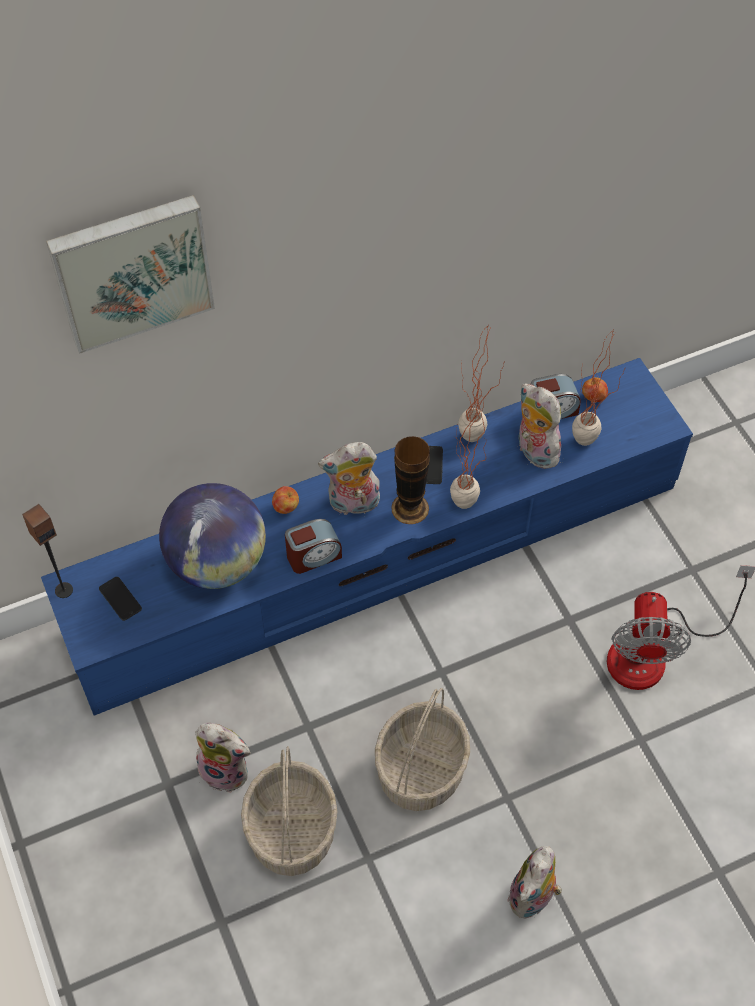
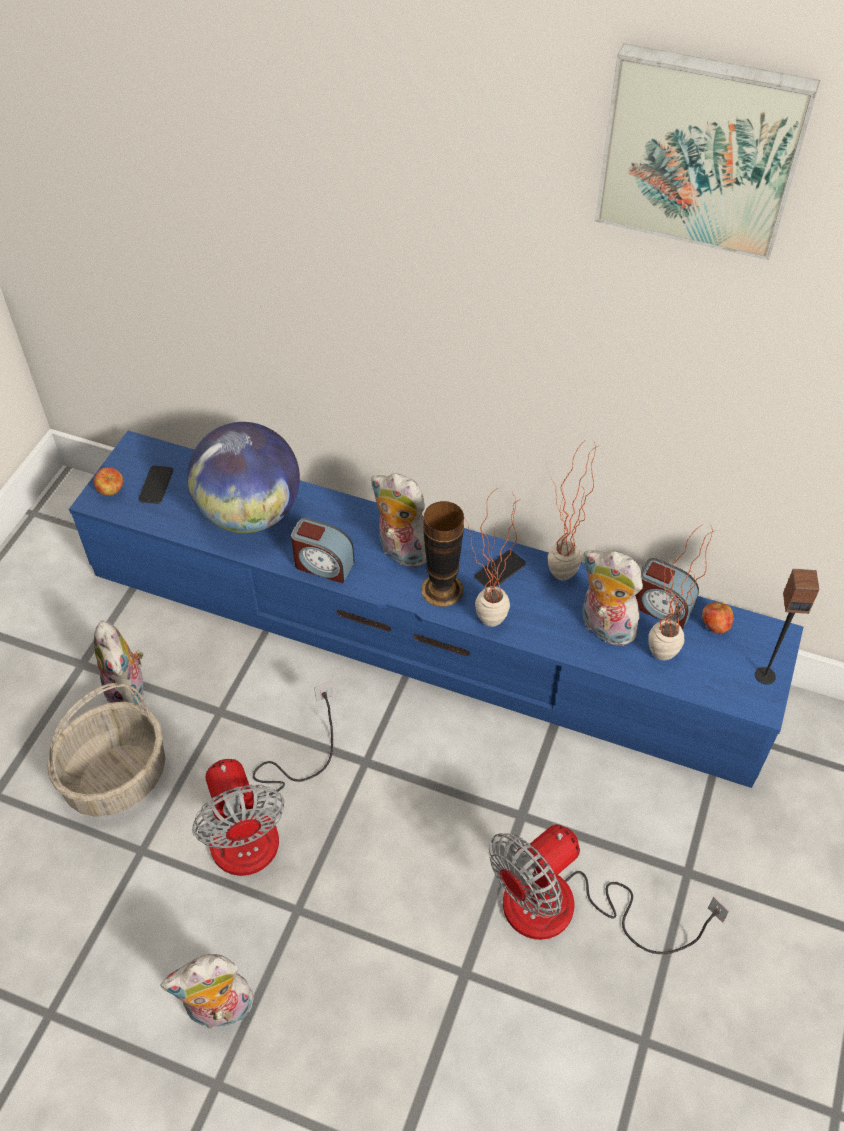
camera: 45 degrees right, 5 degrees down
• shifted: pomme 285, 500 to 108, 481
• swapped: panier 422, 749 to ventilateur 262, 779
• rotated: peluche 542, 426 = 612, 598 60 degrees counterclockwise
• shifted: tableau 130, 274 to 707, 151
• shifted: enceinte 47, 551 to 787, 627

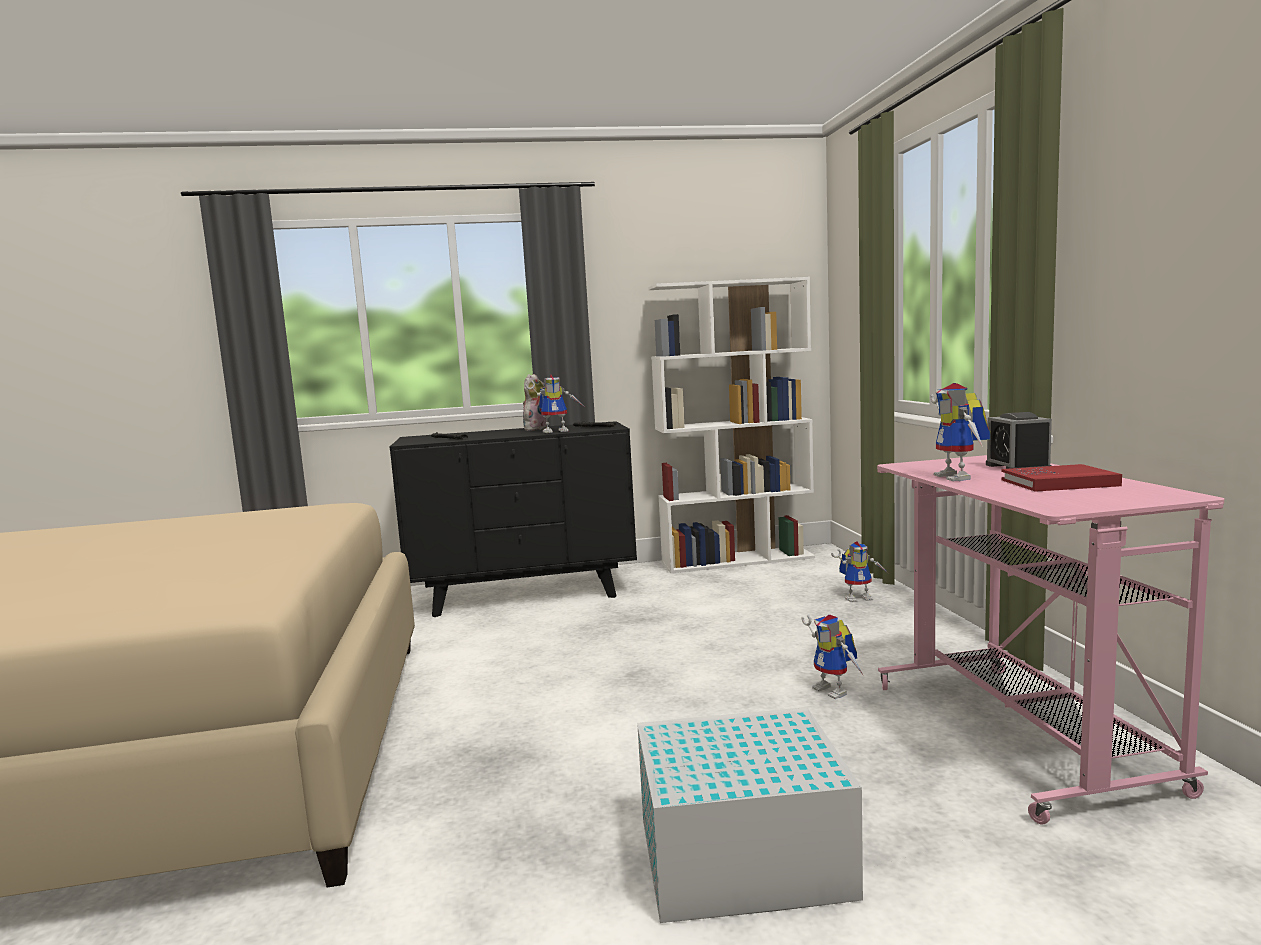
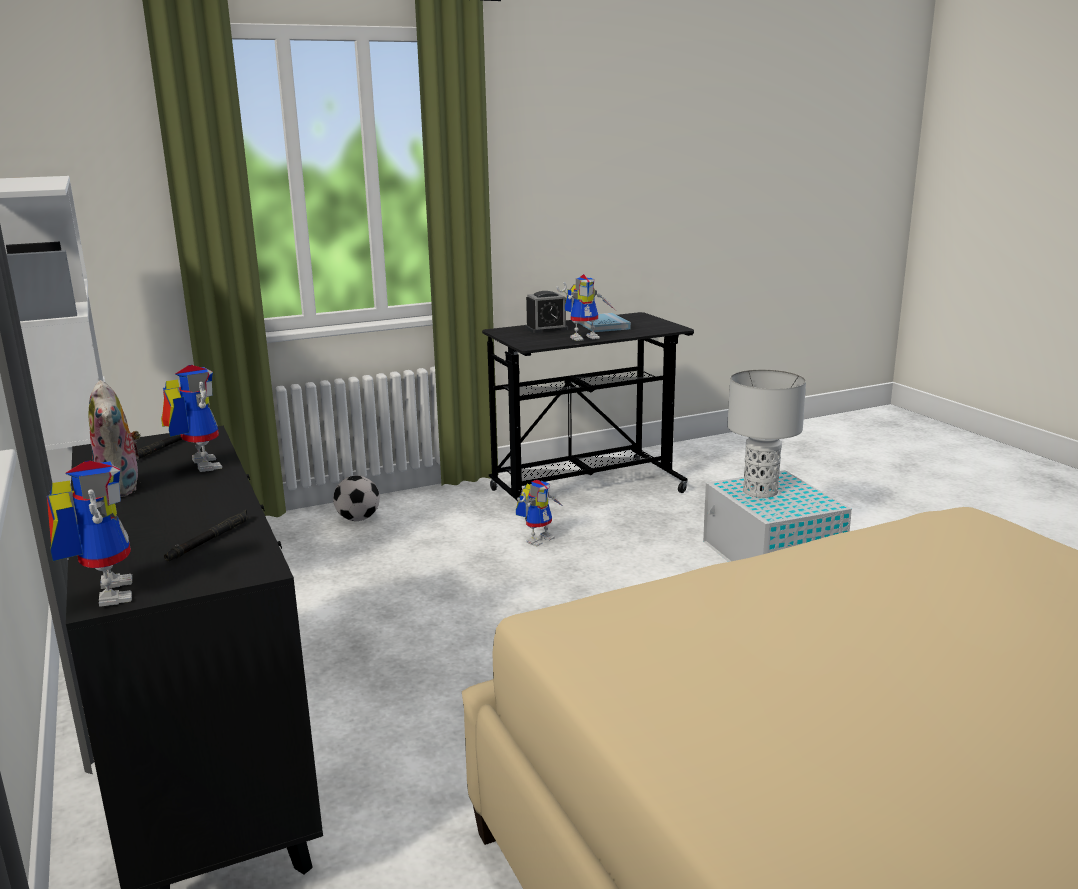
camera: 105 degrees left, 10 degrees up
• shifted: robot jouet 859, 571 to 89, 534
• rotated: peluche 535, 402 = 114, 438 135 degrees counterclockwise
• new: ballon de foot 356, 498
• repainted: bureau (rose) 1050, 639 to bureau (noir) 588, 415
• repainted: livre (rouge) 1061, 478 to livre (bleu) 605, 322
• new: lampe de table (blanc) 766, 433

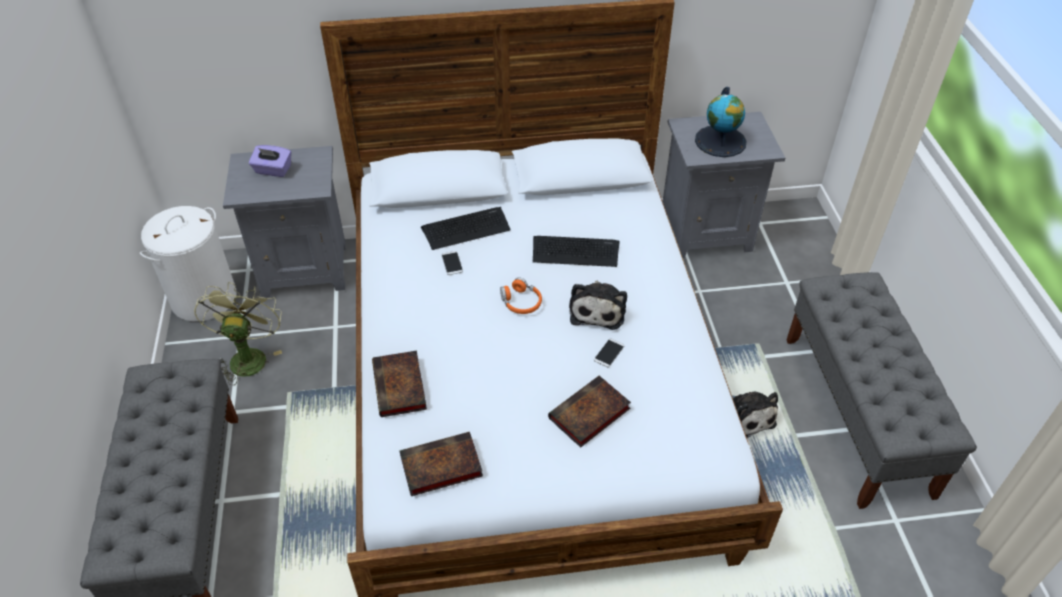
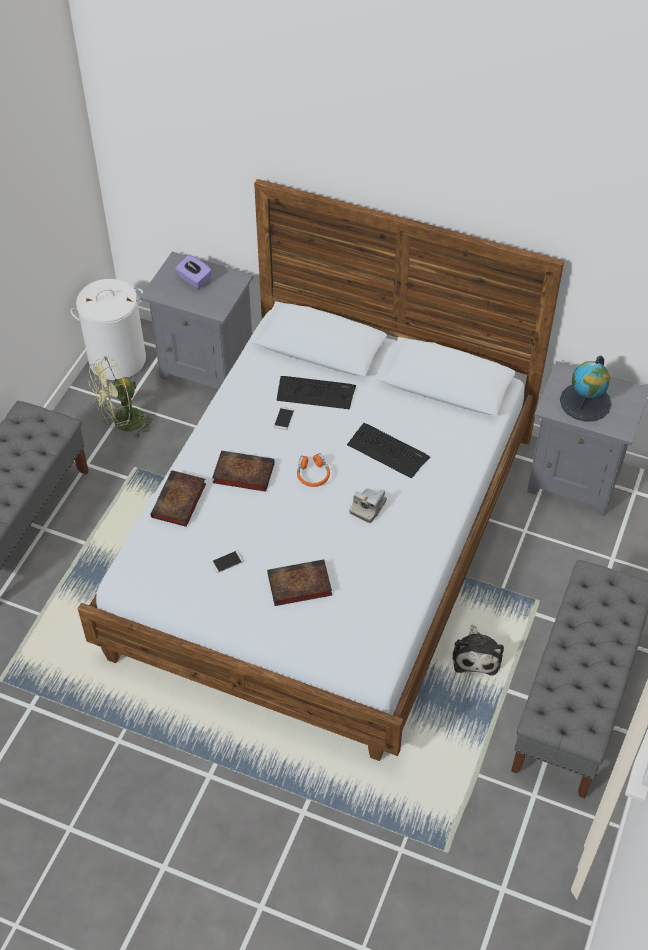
camera: 30 degrees right, 5 degrees up
• rotated: ventilateur (vert) 238, 333 = 122, 397 150 degrees counterclockwise
• shifted: téléphone 609, 353 to 227, 562
• shifted: livre 441, 464 to 243, 471
• swapped: peluche 598, 305 to appareil photo 368, 505

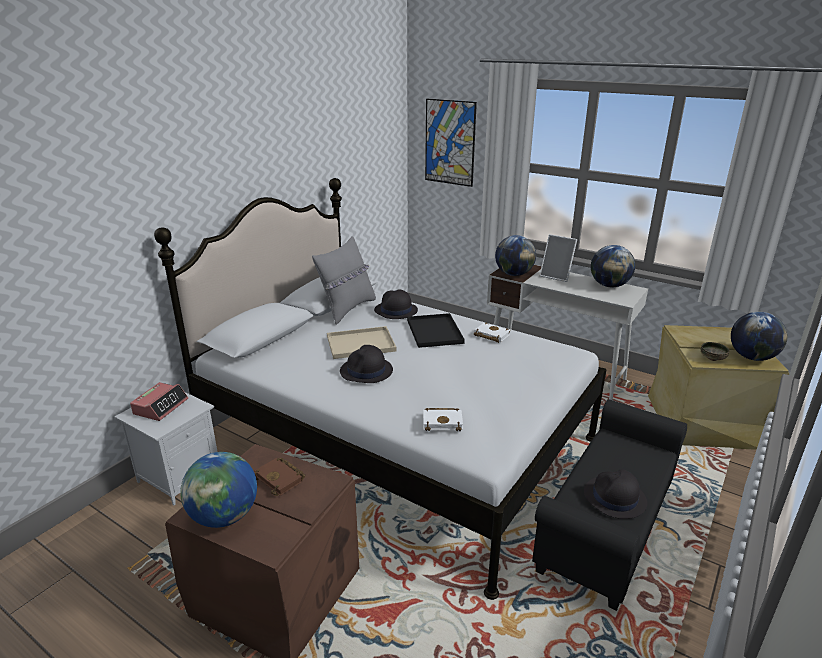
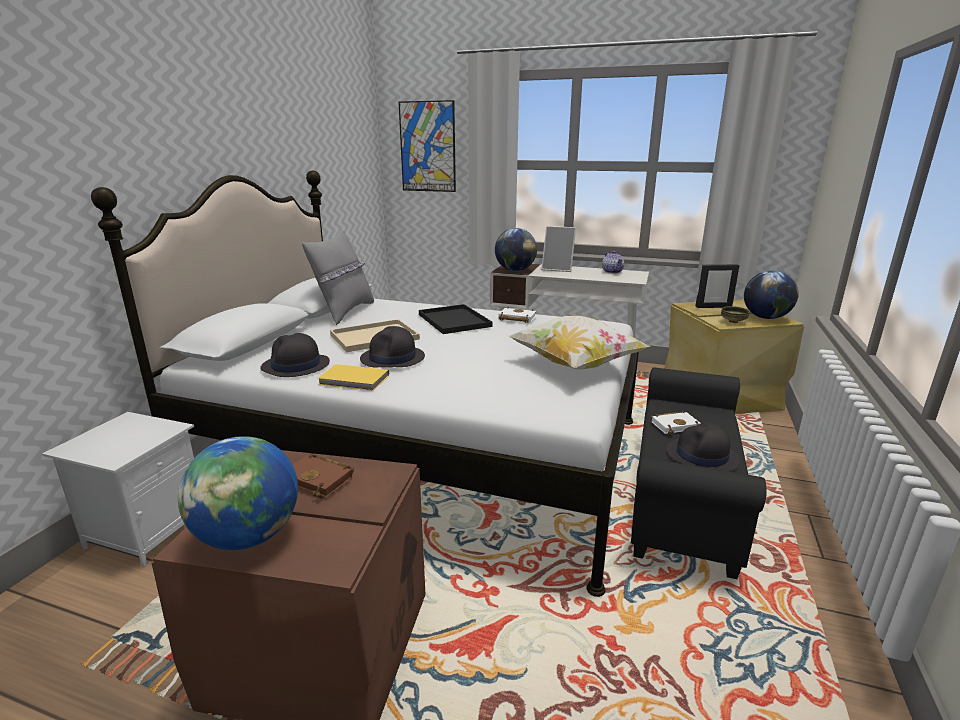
camera: 15 degrees left, 5 degrees down
• shifted: chapeau (noir) 396, 304 to 295, 355
• new: livre (jaune) 353, 377
• new: coussin 580, 343
• swapped: globe 613, 266 to théière 613, 262
• shifted: livre (blanc) 443, 419 to 676, 423
• new: cadre photo 717, 286
• gone: réveil 159, 401

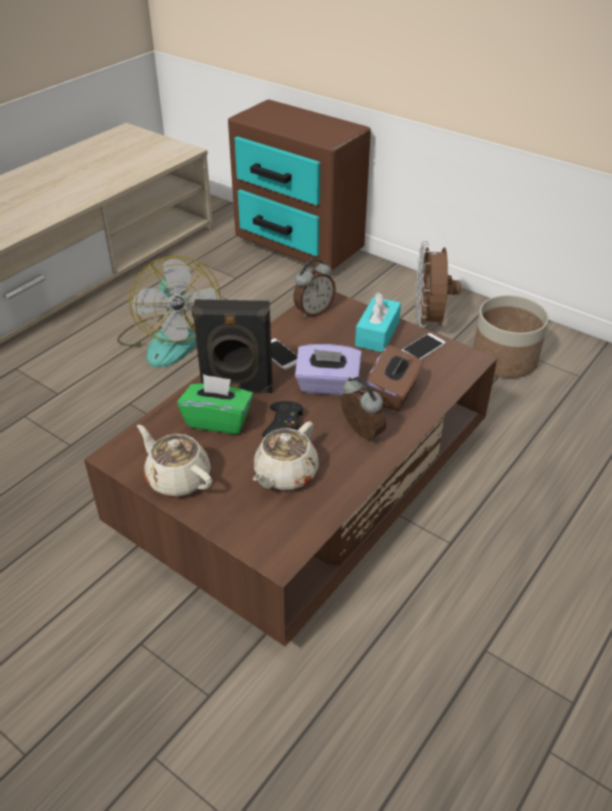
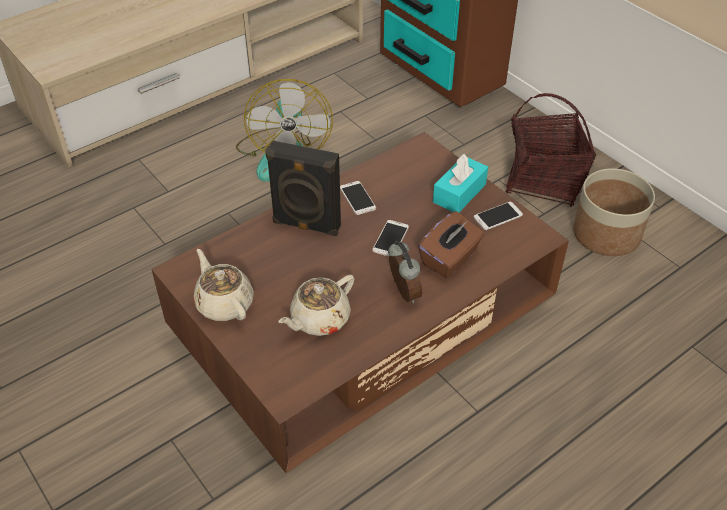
camera: 15 degrees right, 5 degrees up
• swapped: boîte à mouchoirs (violet) 328, 370 to téléphone 390, 238
• swapped: ventilateur (marron) 438, 284 to panier 551, 150
• gone: boîte à mouchoirs (vert) 215, 404
• gone: manette (noir) 282, 419
• gone: réveil 314, 288

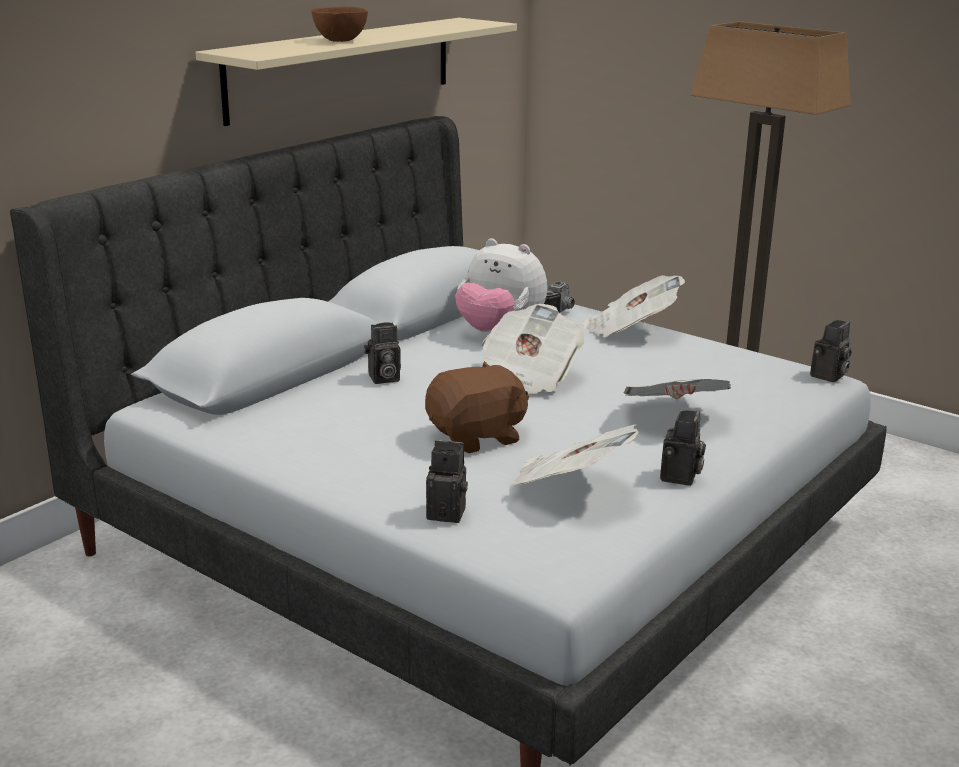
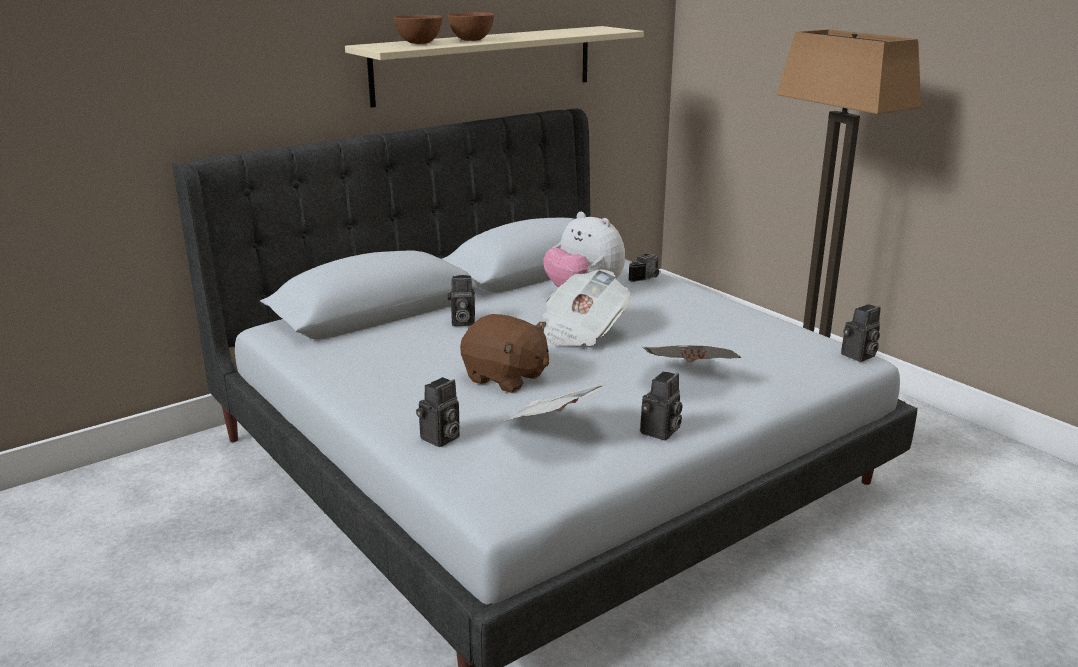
camera: 15 degrees right, 0 degrees up
• new: bol (marron) 417, 29
• rotated: appareil photo 447, 481 = 438, 412 105 degrees clockwise
• rotated: peluche (marron) 477, 407 = 504, 353 45 degrees clockwise
• gone: journal 633, 306

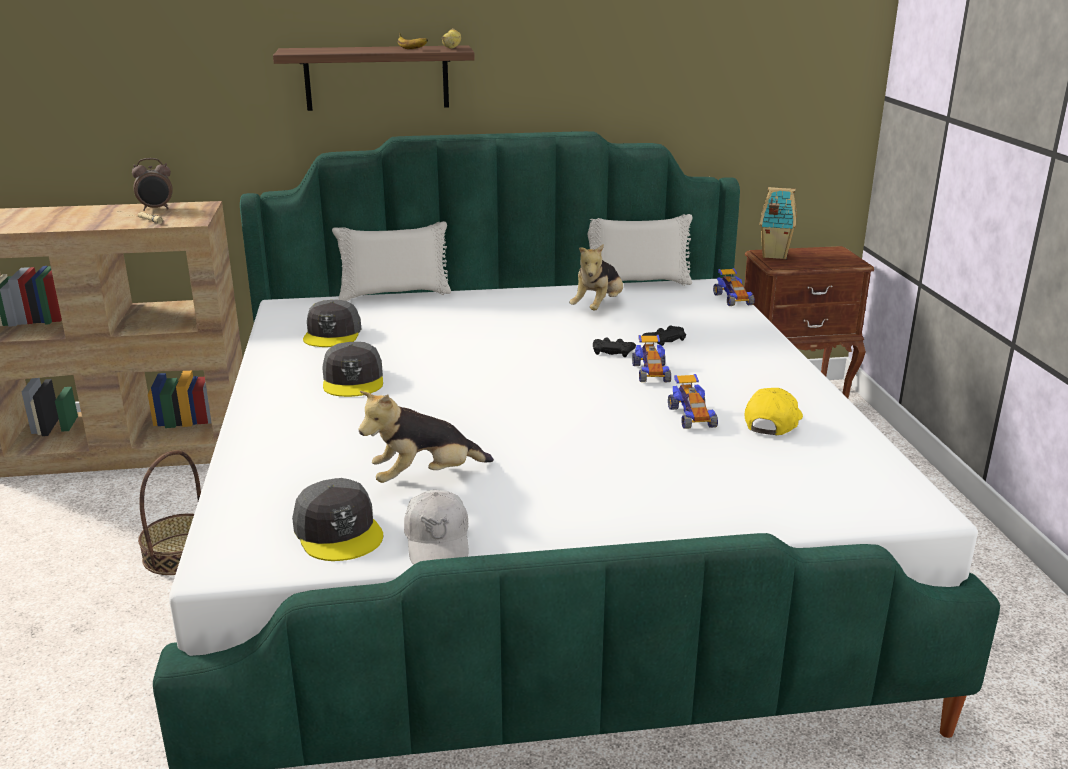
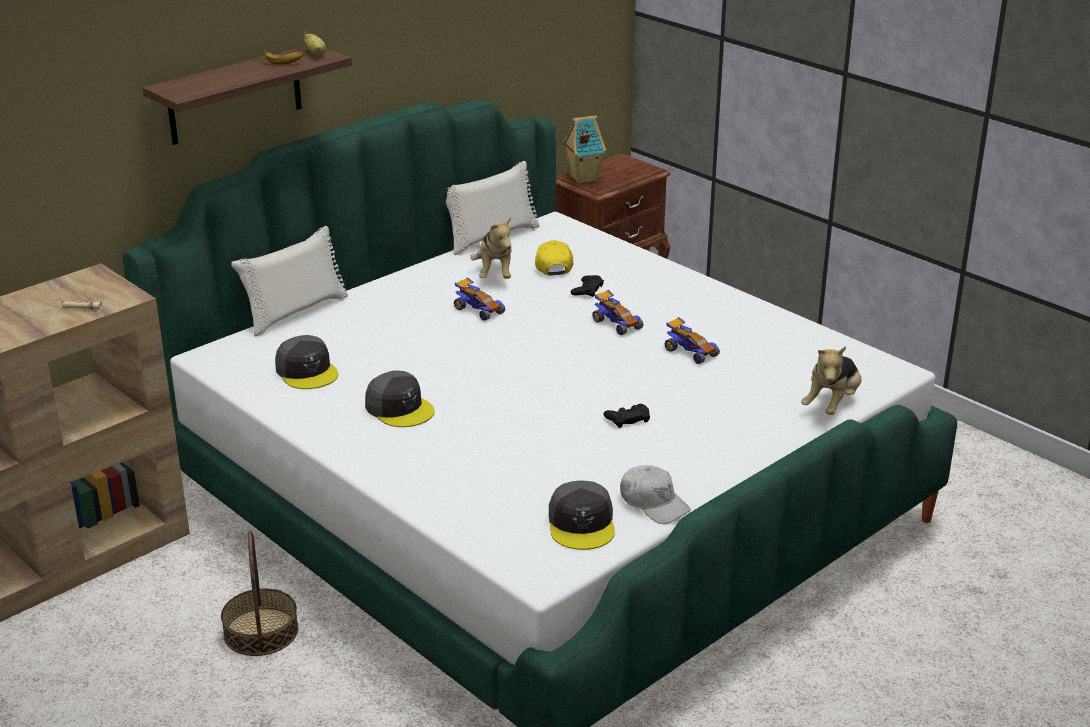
camera: 35 degrees left, 5 degrees up
• shifted: petite voiture 734, 287 to 479, 299
• shifted: casquette (jaune) 774, 411 to 554, 257
• rotated: casquette (gris) 337, 519 = 582, 515 60 degrees clockwise
• shifted: manette (noir) 614, 347 to 626, 416
• shifted: peluche 426, 437 to 831, 380
• gone: réveil 152, 184

